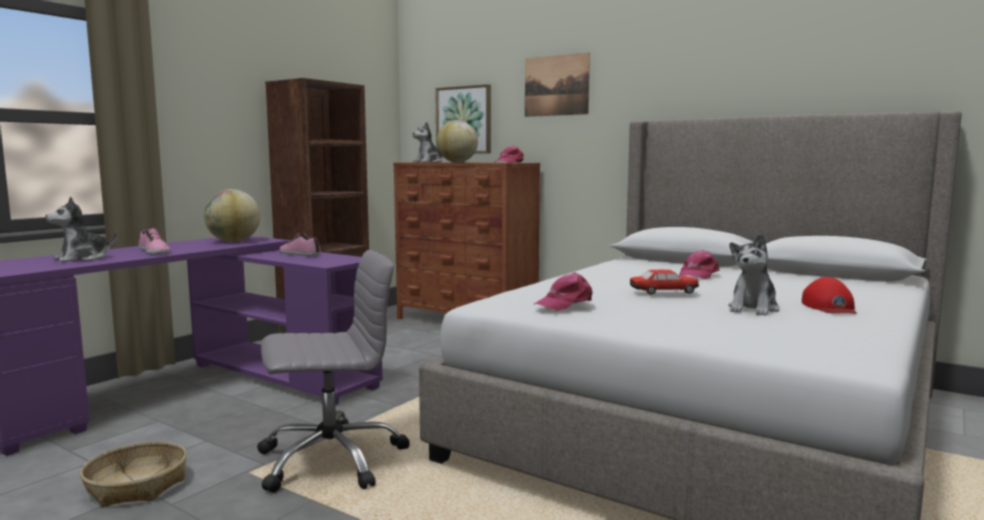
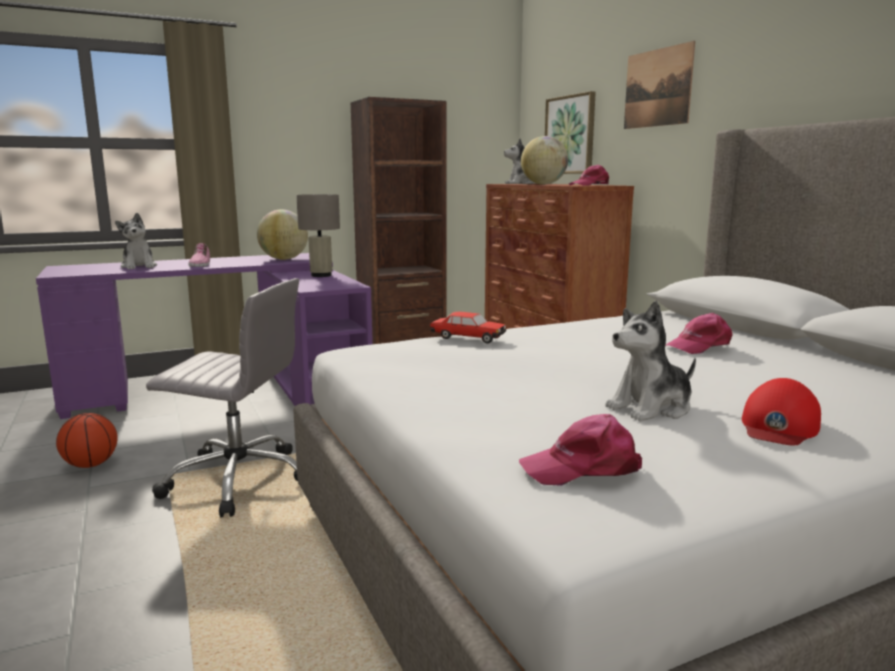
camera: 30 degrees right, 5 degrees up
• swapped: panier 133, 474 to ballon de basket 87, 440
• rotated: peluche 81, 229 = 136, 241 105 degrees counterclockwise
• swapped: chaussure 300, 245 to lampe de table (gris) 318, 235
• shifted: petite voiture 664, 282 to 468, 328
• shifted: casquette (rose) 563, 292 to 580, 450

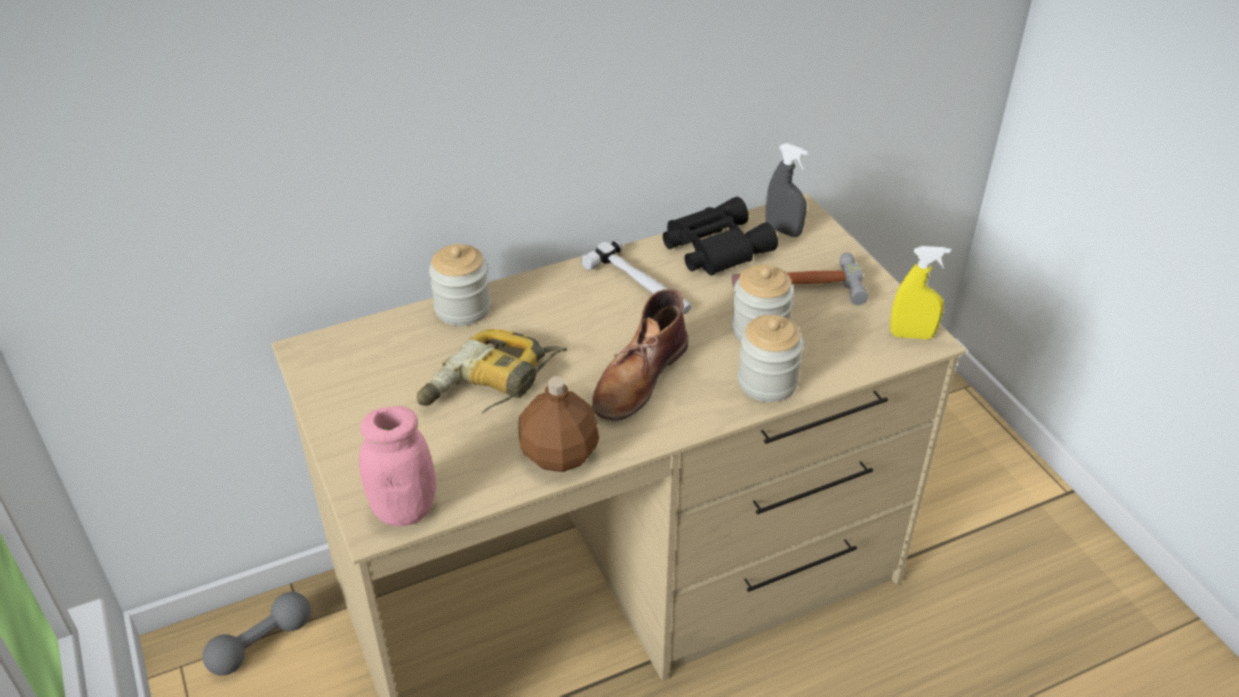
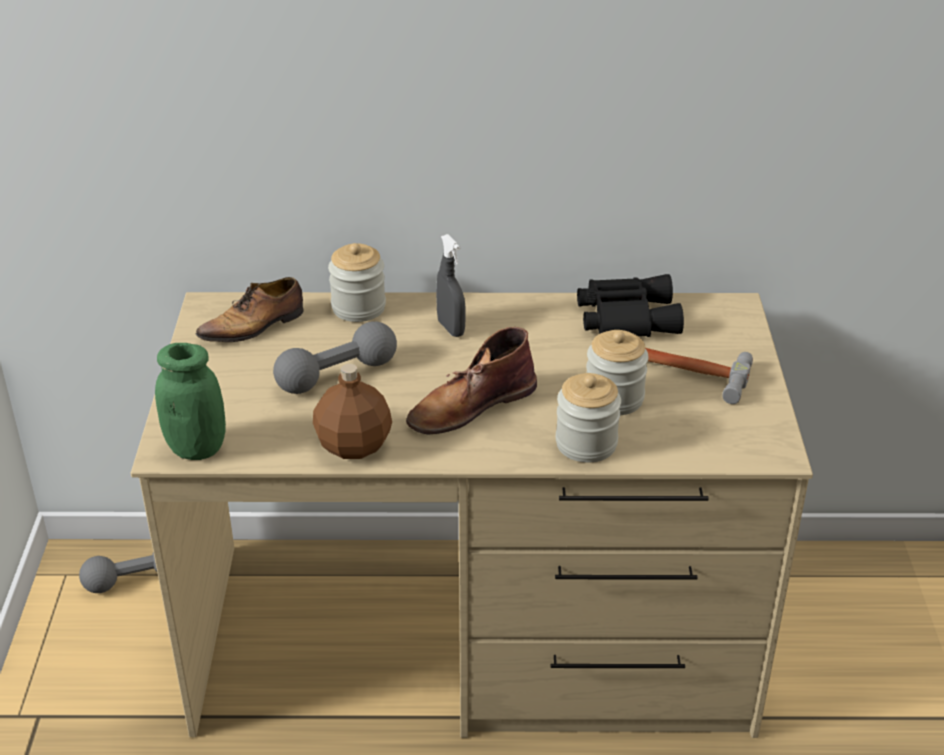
camera: 25 degrees right, 5 degrees down
• repainted: bocal (rose) 397, 466 to bocal (vert) 190, 401
• new: chaussure 250, 309
• swapped: perceuse 492, 371 to haltère (gris) 335, 357
• shifted: vaporisateur (gris) 787, 190 to 451, 285
• gone: marteau 636, 277
• gone: vaporisateur (jaune) 920, 292

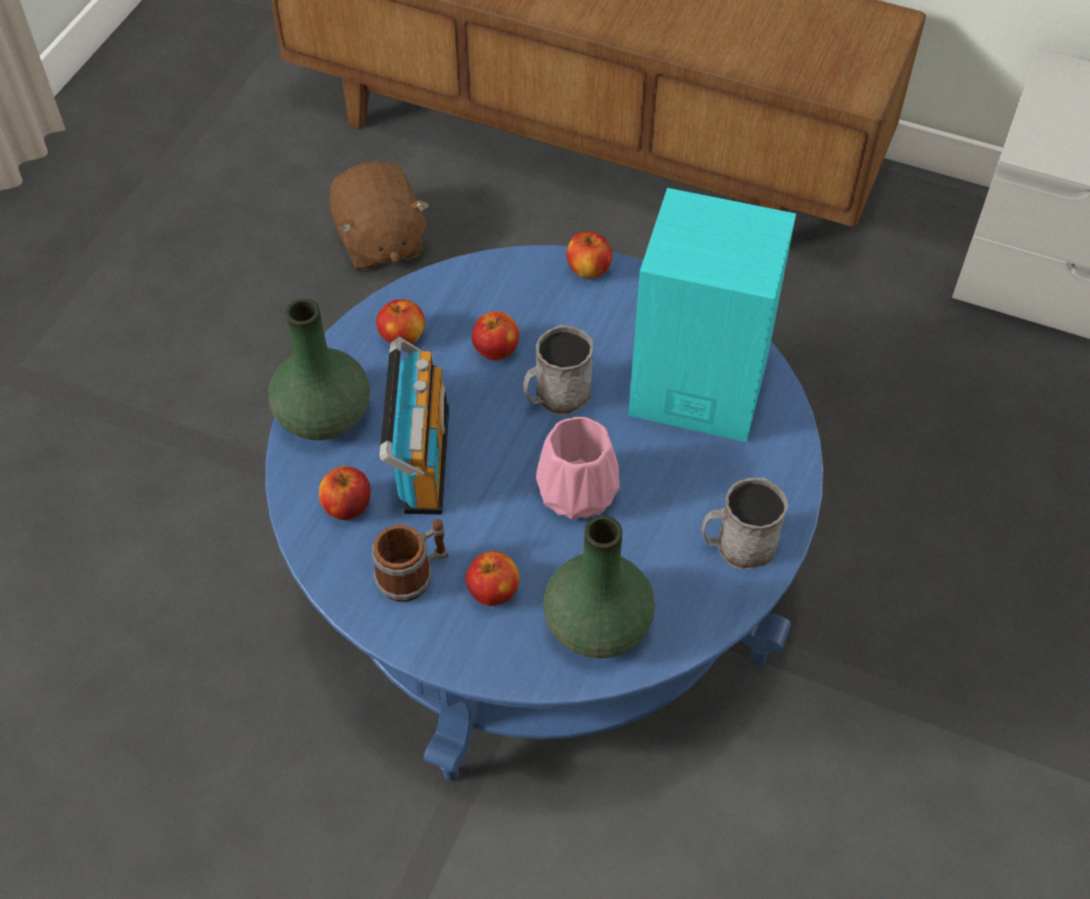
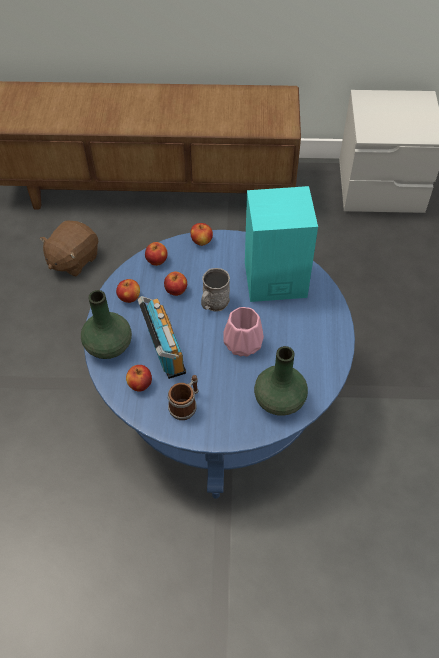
camera: 20 degrees left, 0 degrees up
• rotated: peluche (marron) 379, 216 = 69, 249 75 degrees clockwise
• shifted: pomme 492, 578 to 156, 254
• gone: mug (gris) 744, 523

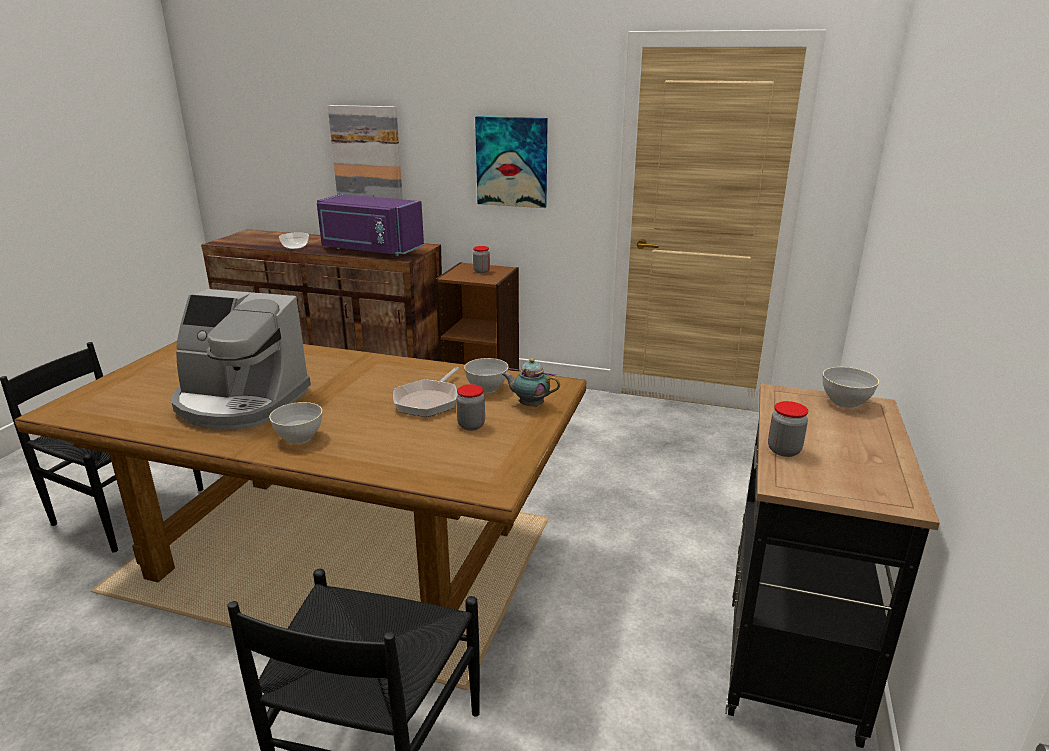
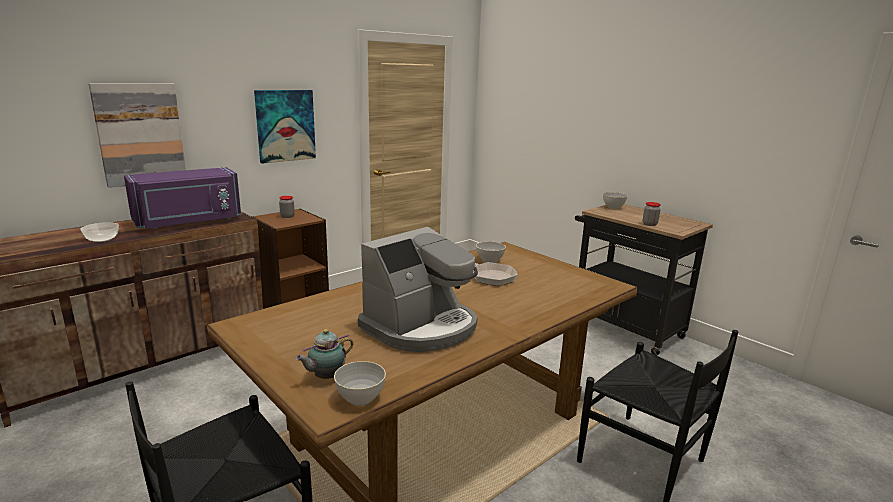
camera: 60 degrees left, 5 degrees down
• shifted: théière 530, 382 to 324, 354
• shifted: bol (gris) 295, 423 to 360, 383
• gone: bocal 470, 407

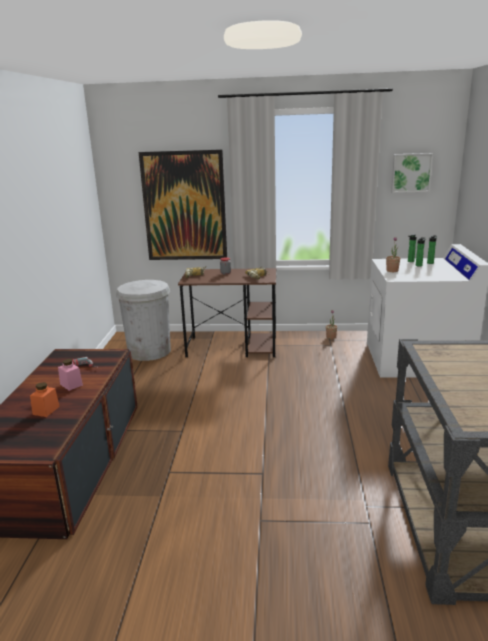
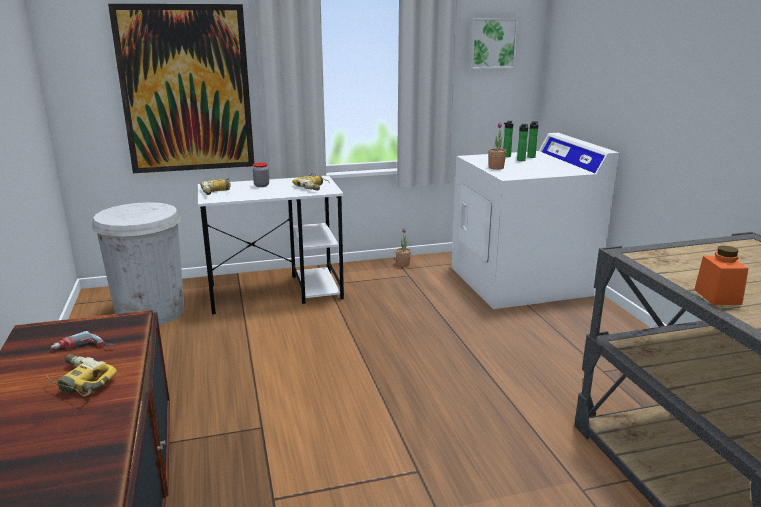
camera: 20 degrees left, 0 degrees up
• swapped: bocal (rose) 70, 375 to perceuse 81, 375
• repainted: bureau (marron) 227, 312 to bureau (blanc) 271, 244
• shifted: bocal (orange) 45, 399 to 721, 275

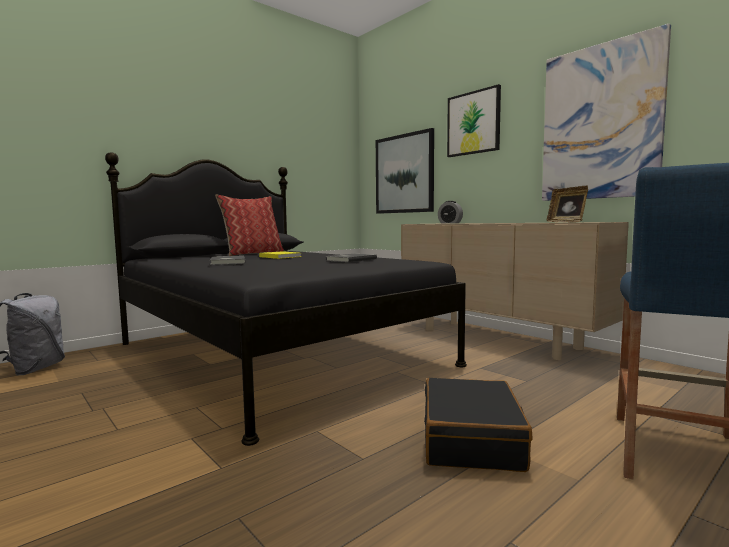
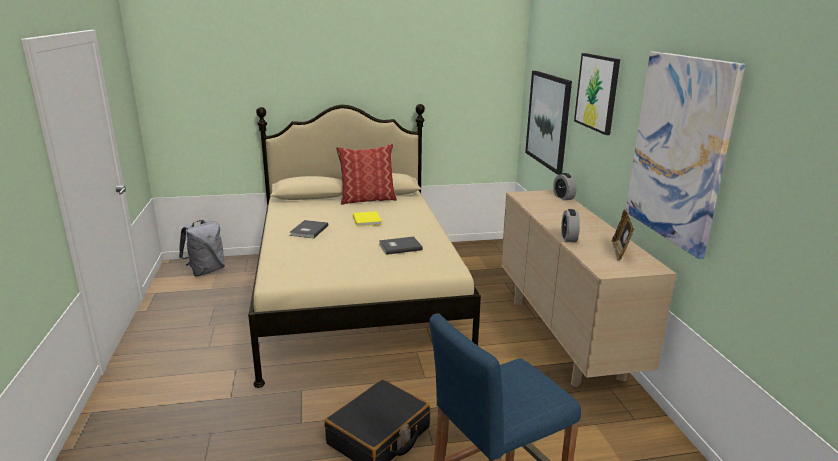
camera: 30 degrees right, 15 degrees up
• repainted: lit (noir) 286, 299 to lit (beige) 364, 246
• new: réveil 570, 225

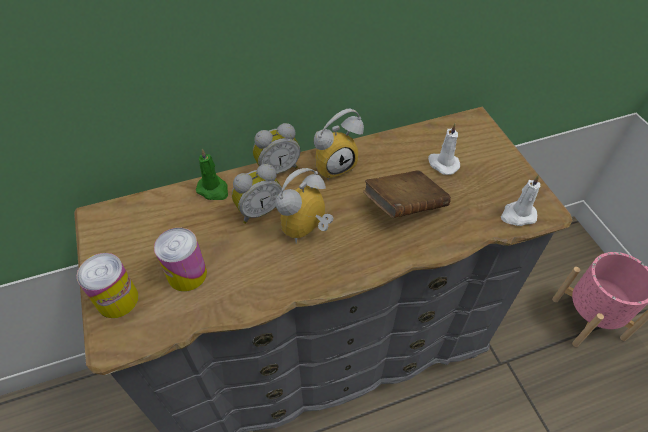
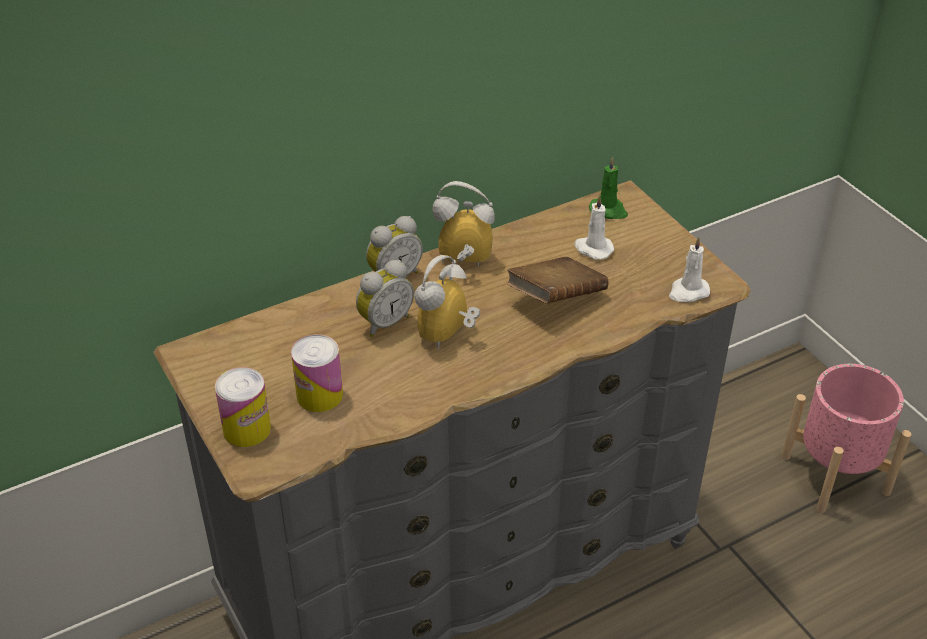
camera: 10 degrees left, 10 degrees down
• rotated: réveil 339, 144 = 463, 224 135 degrees counterclockwise
• shifted: bougie (vert) 212, 174 to 608, 188

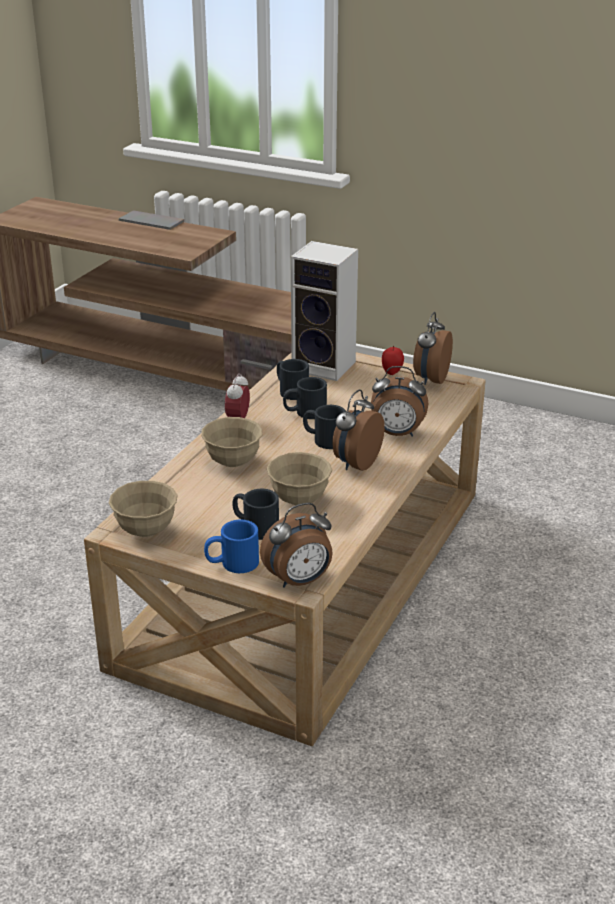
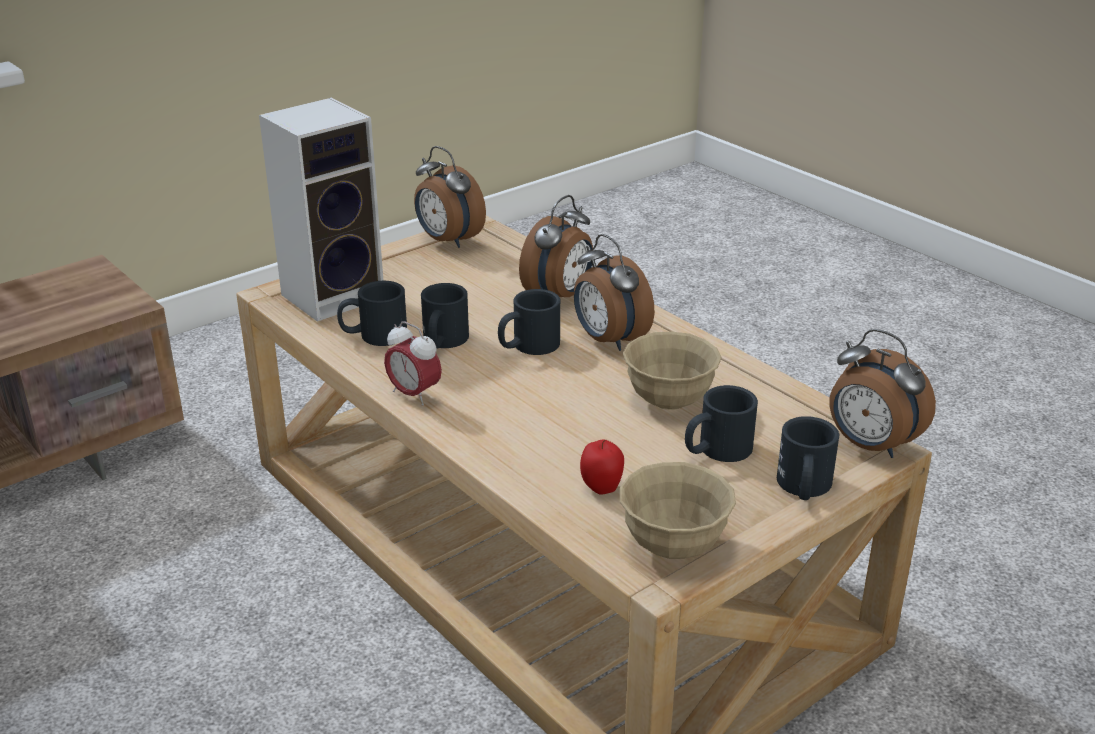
camera: 65 degrees left, 0 degrees up
• shifted: pomme 393, 360 to 602, 467
• repainted: mug (bleu) 231, 546 to mug (noir) 808, 458
• rotated: réveil 296, 545 = 883, 393 135 degrees clockwise
• gone: bol (beige) 231, 442

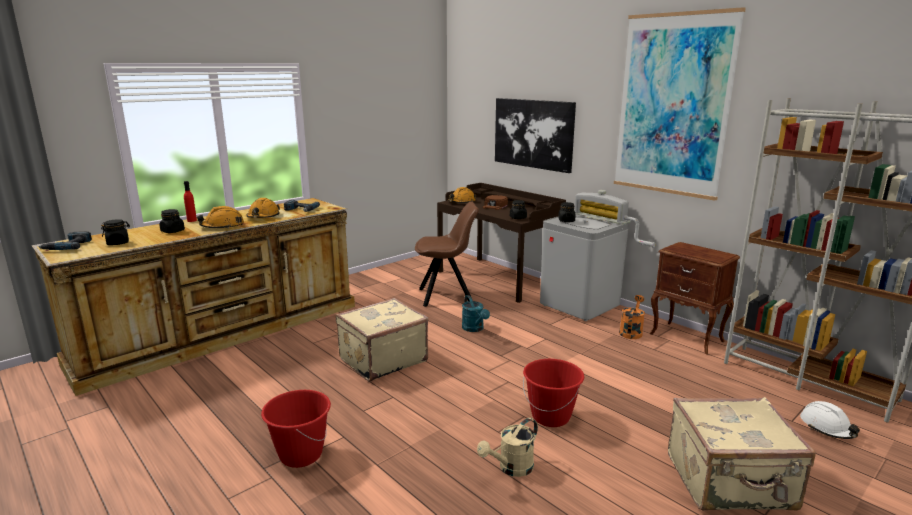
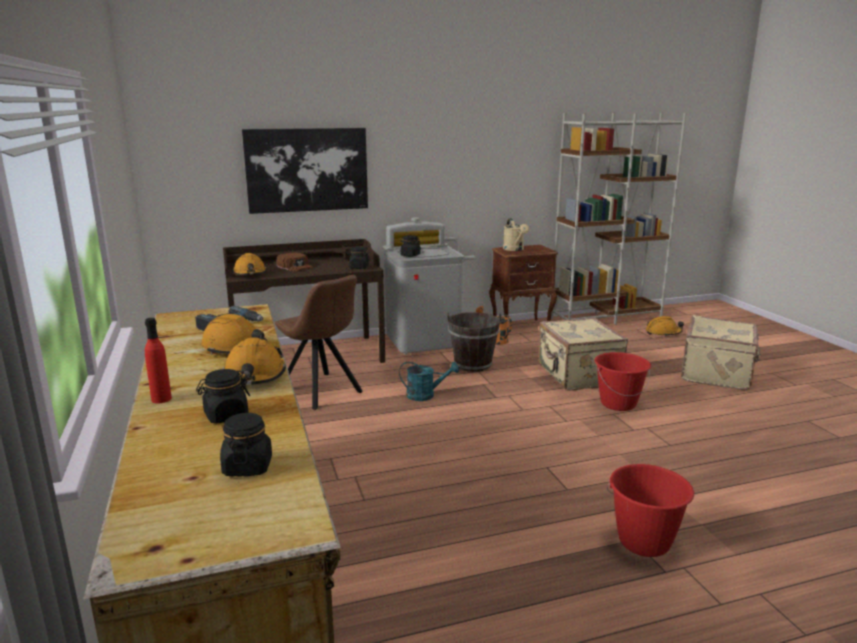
camera: 65 degrees left, 0 degrees up
• rotated: chaise (marron) 447, 254 = 319, 342 120 degrees clockwise
• new: seau (marron) 474, 342
• shifted: arrosoir (beige) 507, 447 to 516, 235
• shifted: valise (beige) 382, 340 to 583, 354
• repainted: casque de chantier (blanc) 830, 420 to casque de chantier (orange) 665, 326
• gone: perceuse 65, 241
• gone: tableau 680, 104

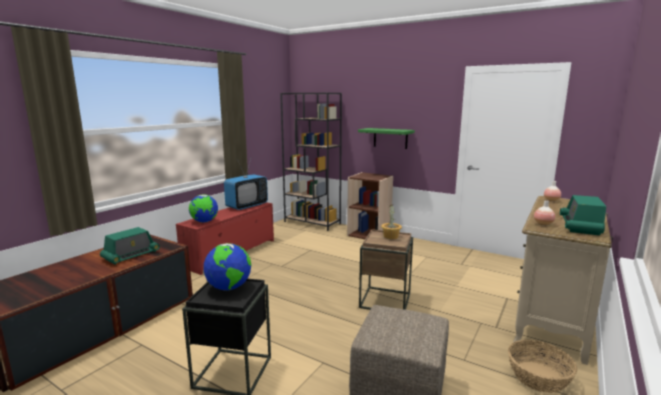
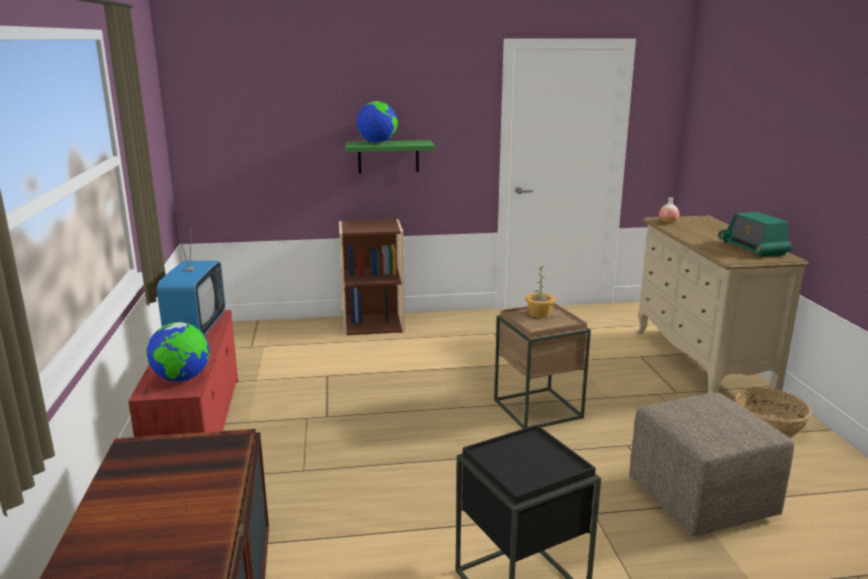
camera: 40 degrees left, 5 degrees up
• shifted: globe 227, 267 to 377, 122
• gone: radio 130, 246
• gone: bibliothèque 311, 162
• gone: vase 544, 213

